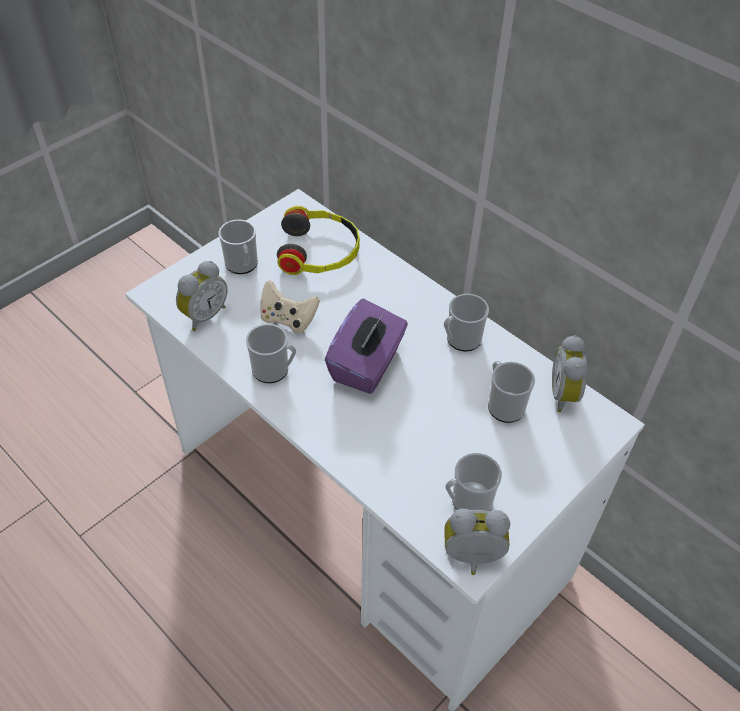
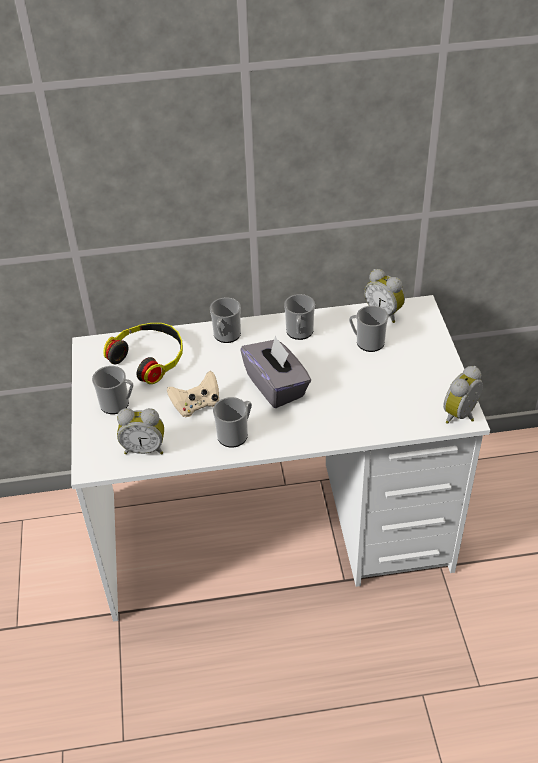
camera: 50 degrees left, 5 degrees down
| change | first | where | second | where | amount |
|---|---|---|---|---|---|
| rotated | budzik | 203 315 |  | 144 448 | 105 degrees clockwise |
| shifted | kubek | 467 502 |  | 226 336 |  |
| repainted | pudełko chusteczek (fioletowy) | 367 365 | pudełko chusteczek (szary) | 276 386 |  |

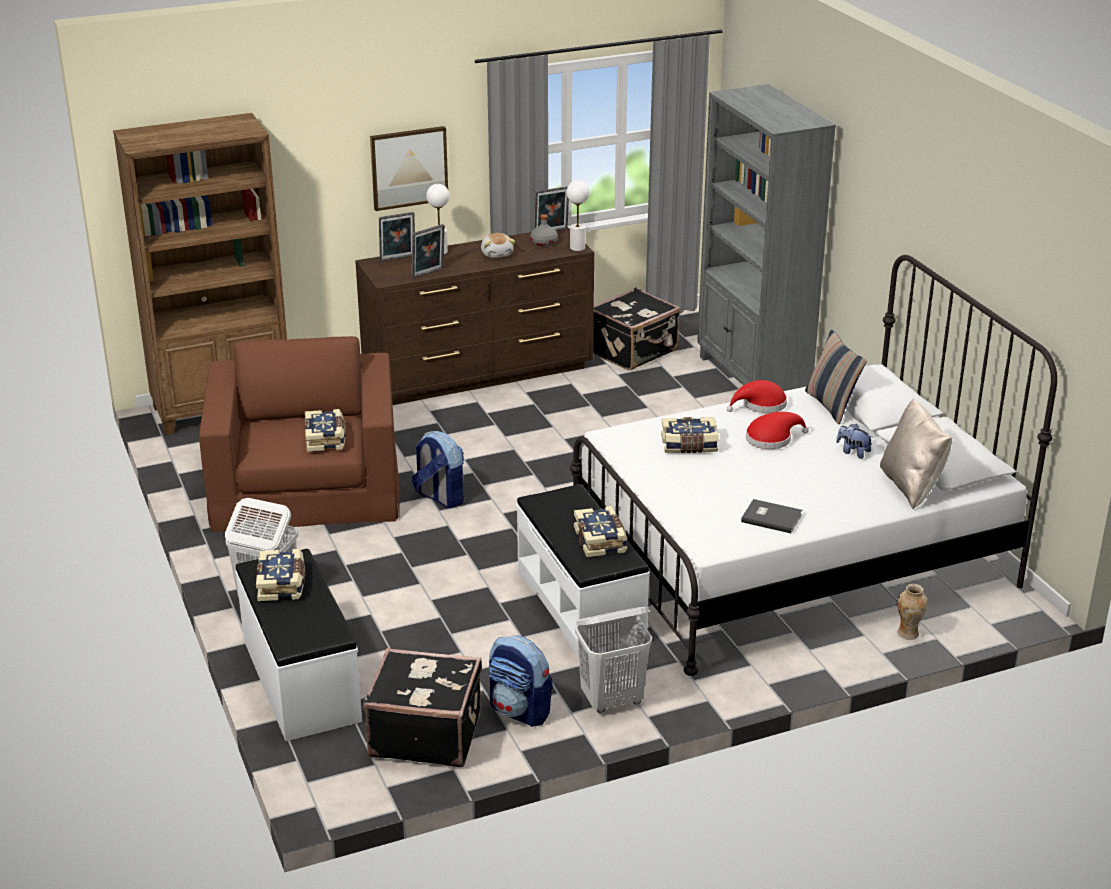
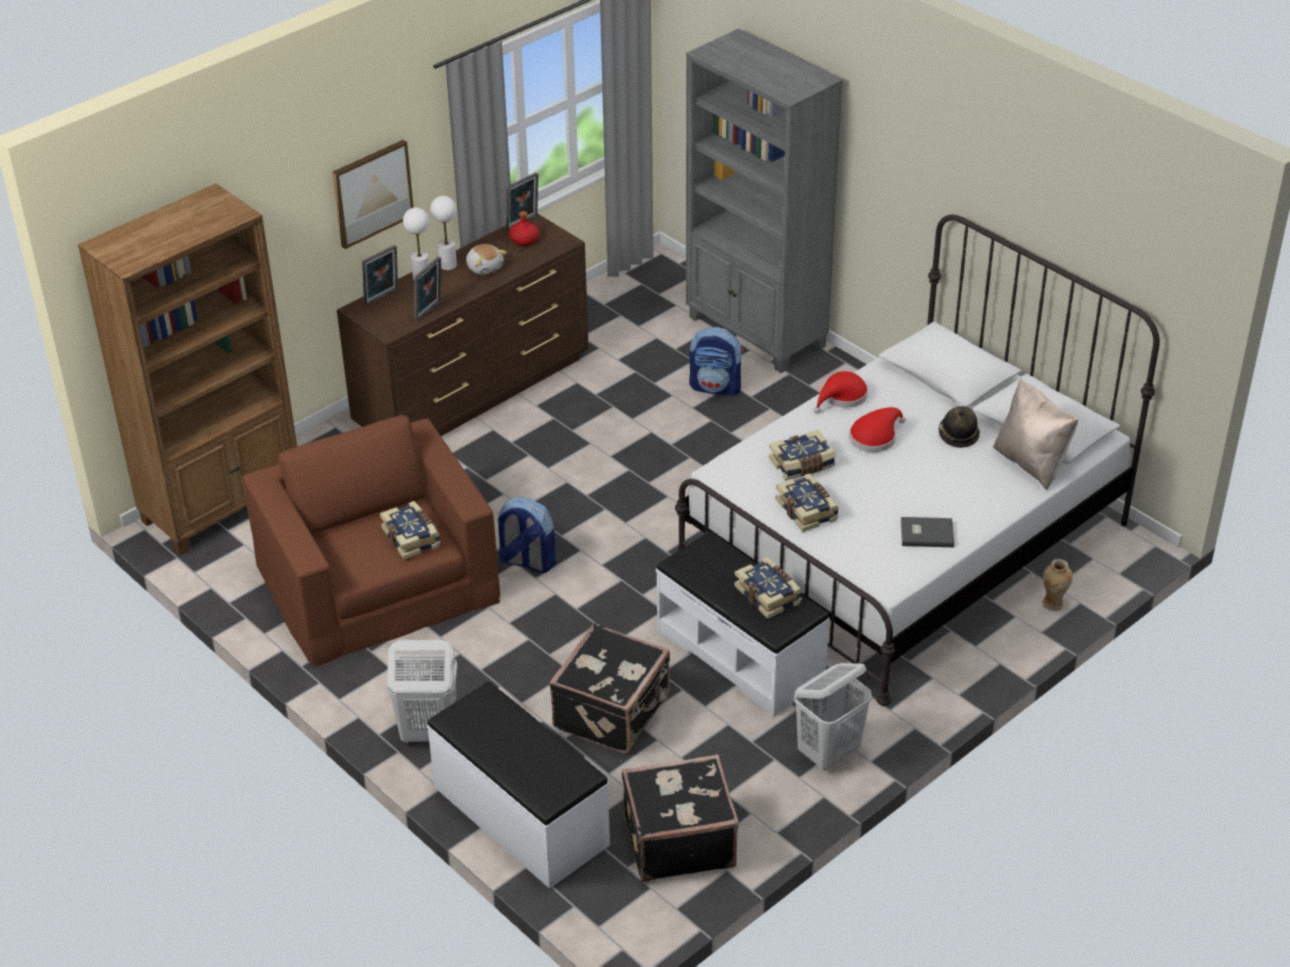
camera: 20 degrees left, 10 degrees up
| change | first | where | second | where | amount |
|---|---|---|---|---|---|
| shifted | lampa stołowa (biały) | 577 248 |  | 448 265 |  |
| repainted | butelka (szary) | 544 242 | butelka (czerwony) | 525 240 |  |
| shifted | walizka (czarny) | 634 352 |  | 613 712 |  |
| shifted | plecak | 520 711 |  | 716 387 |  |
| shifted | książka | 282 584 |  | 807 510 |  |
| swapped | pluszak | 853 452 | kapelusz | 958 435 |  |
| gone | poduszka | 831 406 |  |  |  |

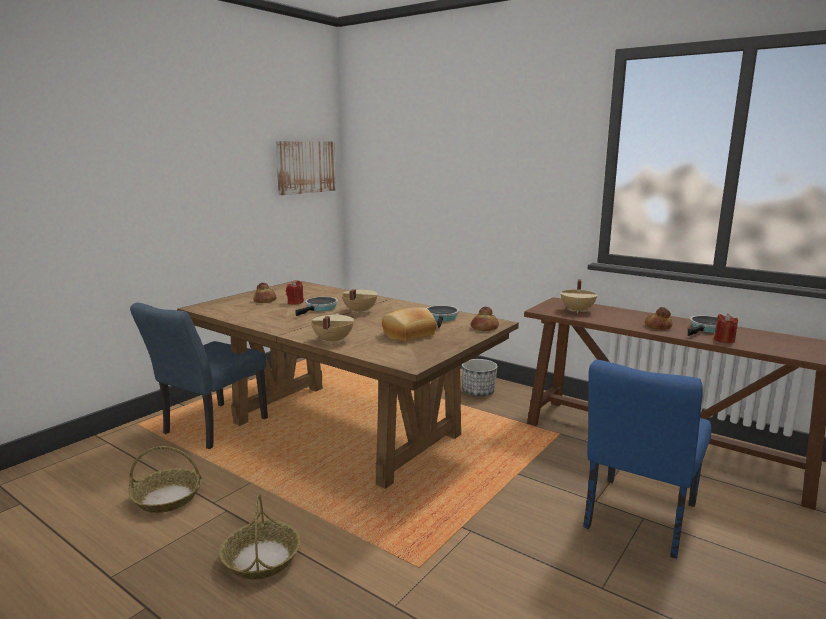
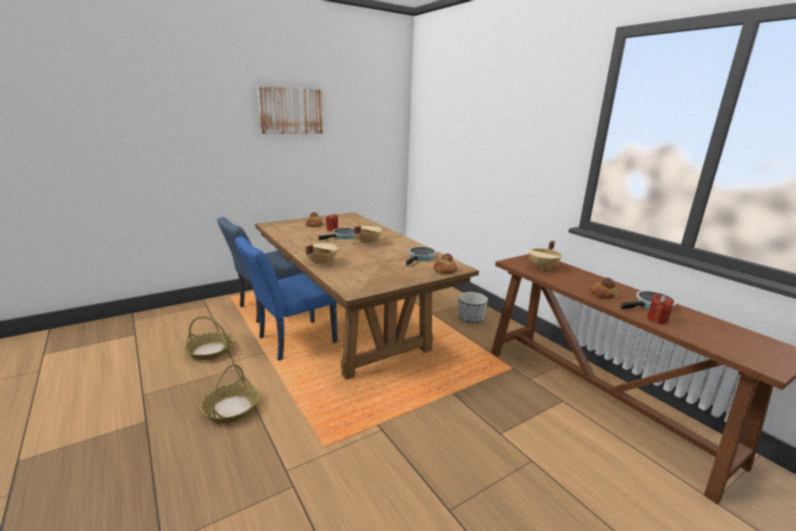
camera: 20 degrees right, 5 degrees up
| change | first | where | second | where | amount |
|---|---|---|---|---|---|
| shifted | krzesło (niebieski) | 636 521 |  | 291 341 |  |
| shifted | obraz | 306 167 |  | 291 111 |  |
| gone | chleb | 409 335 |  |  |  |

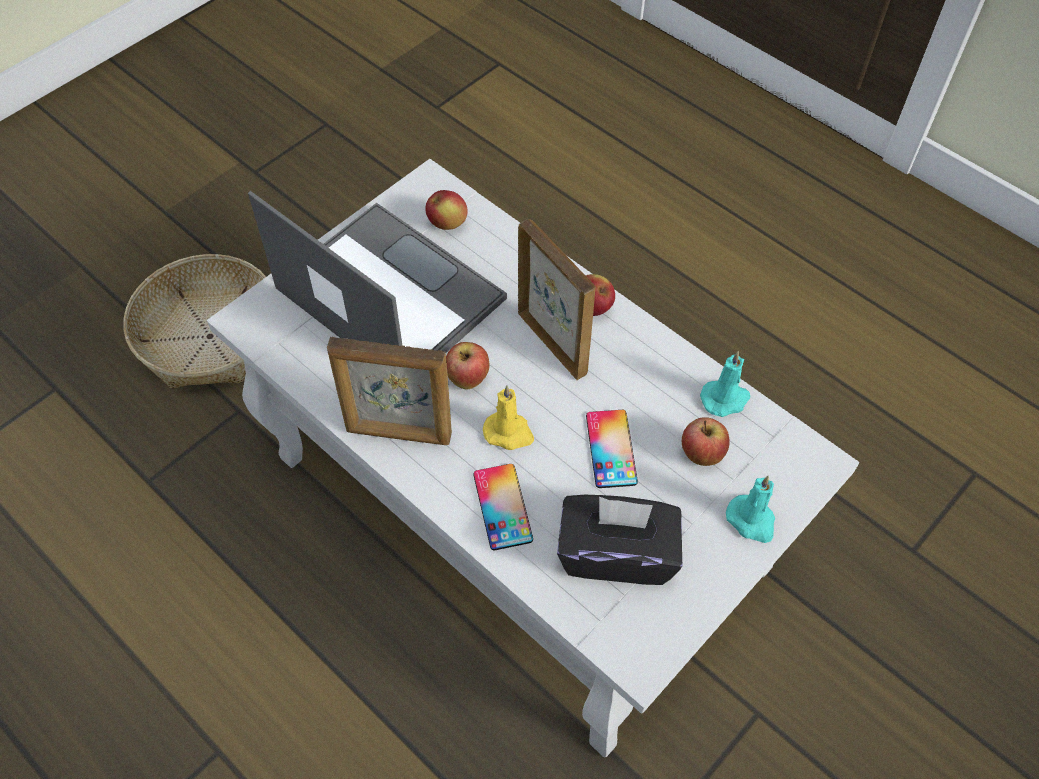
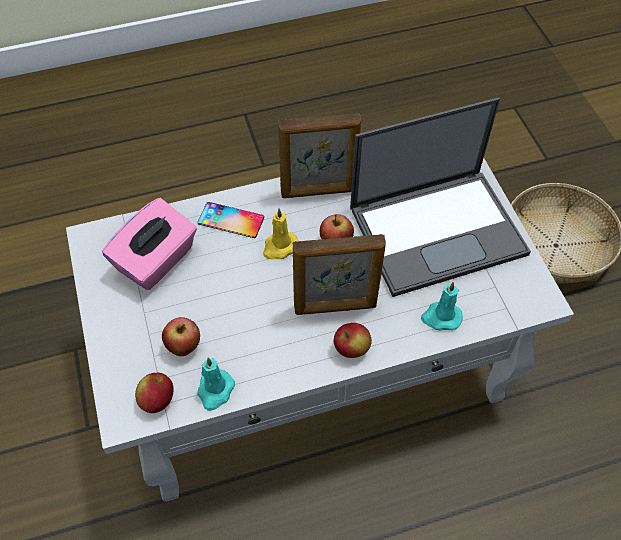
camera: 120 degrees right, 0 degrees up
| change | first | where | second | where | amount |
|---|---|---|---|---|---|
| repainted | pudełko chusteczek (czarny) | 616 554 | pudełko chusteczek (różowy) | 157 260 |  |
| shifted | jabłko | 447 223 |  | 157 400 |  |
| rotated | ramka na zdjęcie | 399 433 |  | 318 192 | 135 degrees counterclockwise |
| shifted | świeca (turkusowy) | 752 520 |  | 441 317 |  |
| gone | telefon | 611 449 |  |  |  |

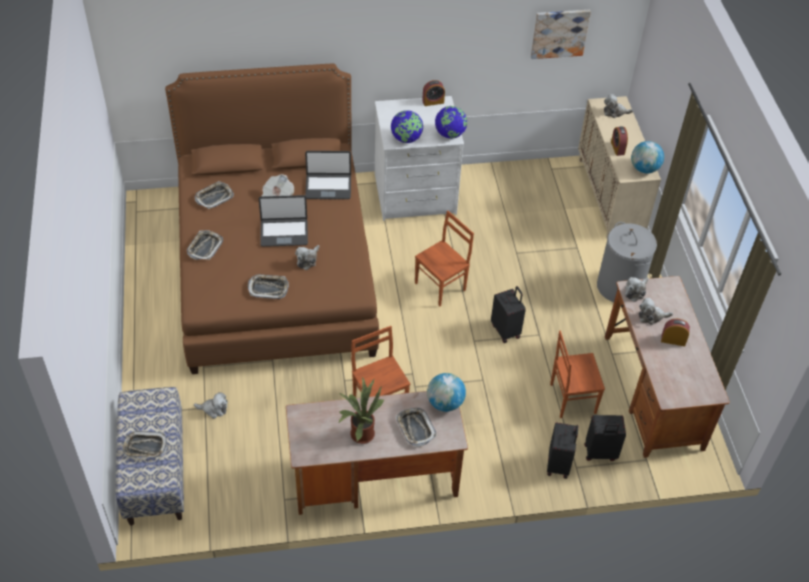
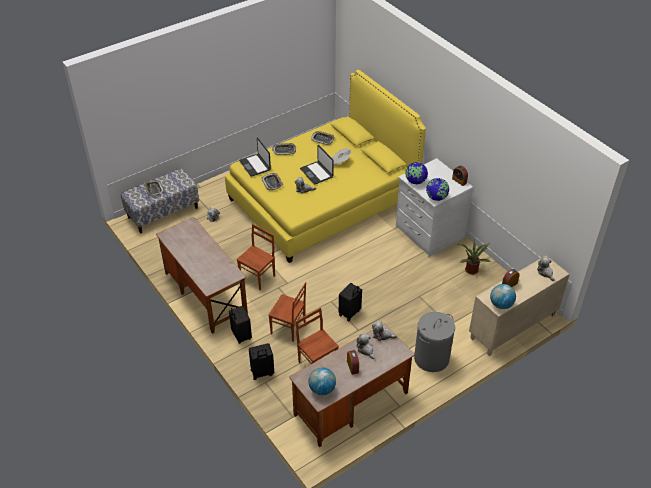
camera: 65 degrees right, 5 degrees down
| change | first | where | second | where | amount |
|---|---|---|---|---|---|
| repainted | łóżko (brązowy) | 275 268 | łóżko (żółty) | 323 199 |  |
| shifted | walizka (czarny) | 600 453 |  | 241 336 |  |
| shifted | laptop | 328 187 |  | 255 165 |  |
| shifted | krzesło (brązowy) | 441 287 |  | 288 328 |  |
| shifted | globus | 445 403 |  | 322 389 |  |
| shifted | roślina doniczkowa | 360 433 |  | 471 269 |  |
| gone | taca | 415 428 |  |  |  |
| gone | obraz | 559 33 |  |  |  |

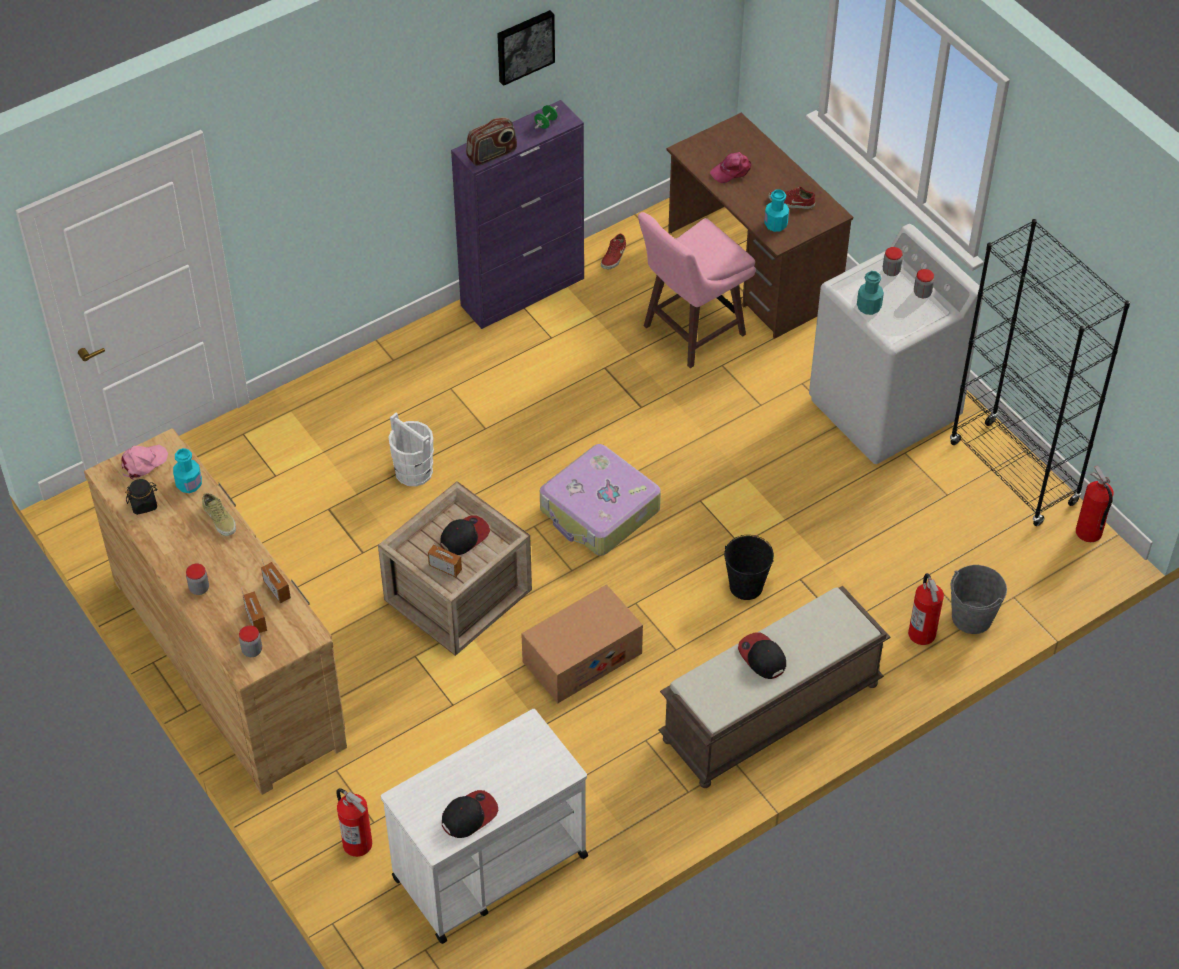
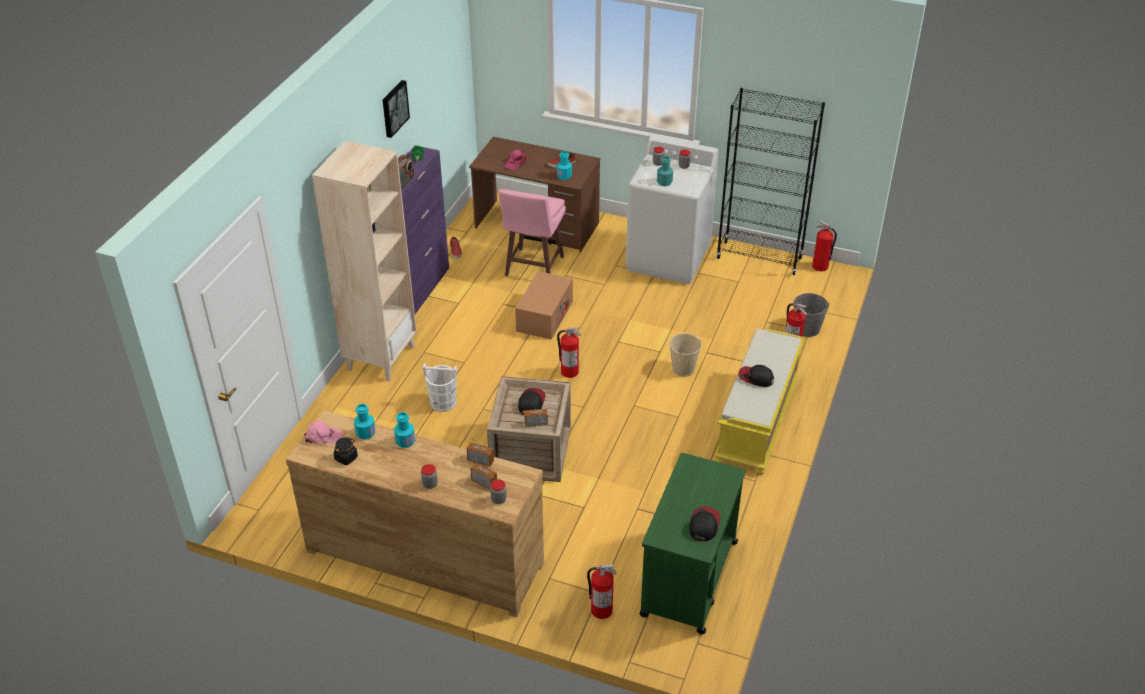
camera: 35 degrees left, 10 degrees down
| change | first | where | second | where | amount |
|---|---|---|---|---|---|
| rotated | czapka z daszkiem (różowy) | 143 463 |  | 323 436 | 75 degrees clockwise |
| new |  |  | regał (beżowy) | 381 357 |  |
| swapped | but (beżowy) | 220 519 | butelka (turkusowy) | 405 441 |  |
| shifted | karton | 582 657 |  | 544 316 |  |
| swapped | walizka | 599 511 | gaśnica | 569 372 |  |
| repainted | wózek (biały) | 488 867 | wózek (zielony) | 688 579 |  |
| repainted | wiadro (czarny) | 746 586 | wiadro (beżowy) | 683 369 |  |
| repainted | ławka (brązowy) | 770 714 | ławka (żółty) | 758 421 |  |

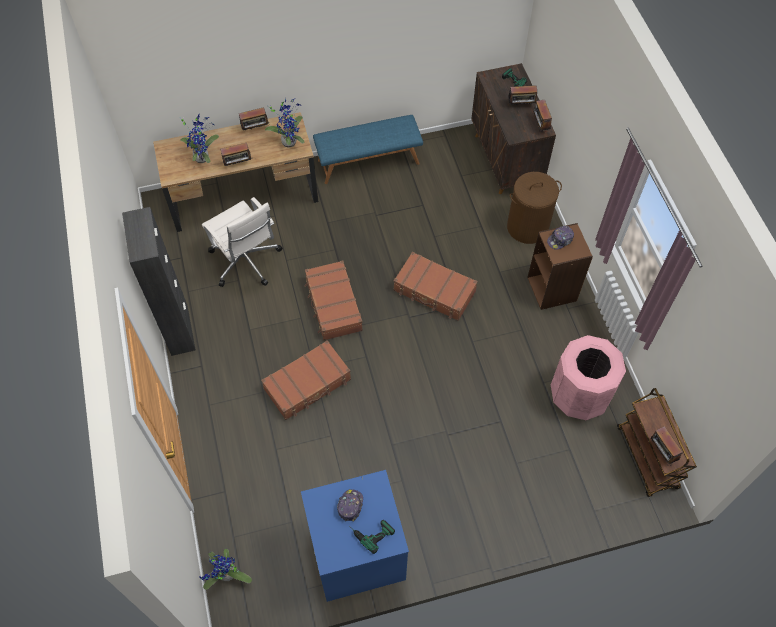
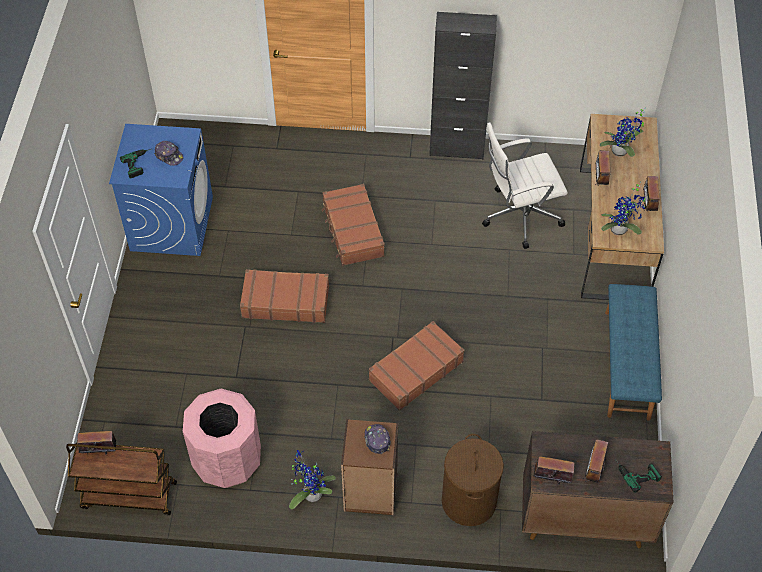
camera: 110 degrees right, 5 degrees down
| change | first | where | second | where | amount |
|---|---|---|---|---|---|
| shifted | walizka (brązowy) | 333 305 |  | 285 301 |  |
| shifted | roślina doniczkowa | 227 575 |  | 311 493 |  |

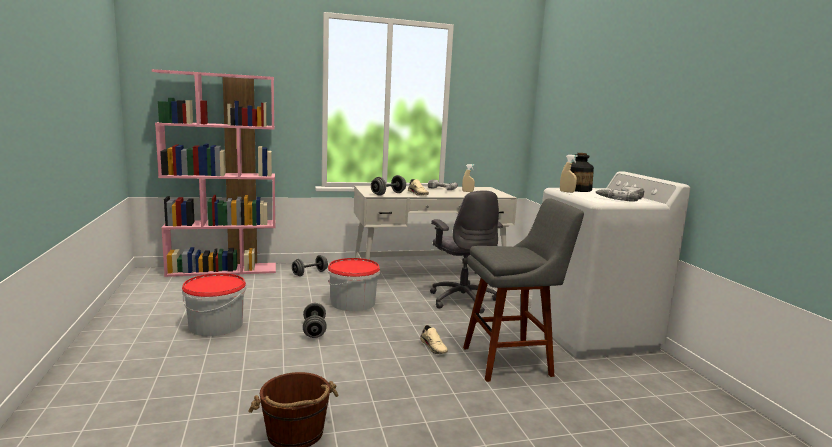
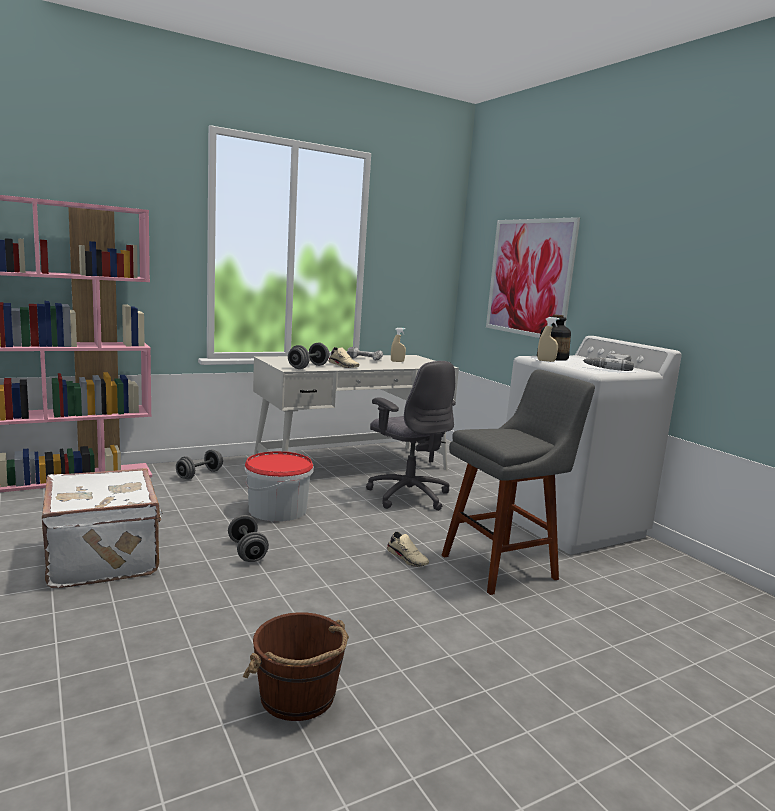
camera: 15 degrees left, 0 degrees up
| change | first | where | second | where | amount |
|---|---|---|---|---|---|
| swapped | wiadro | 216 325 | walizka (biały) | 105 557 |  |
| new |  |  | obraz | 529 277 |  |

